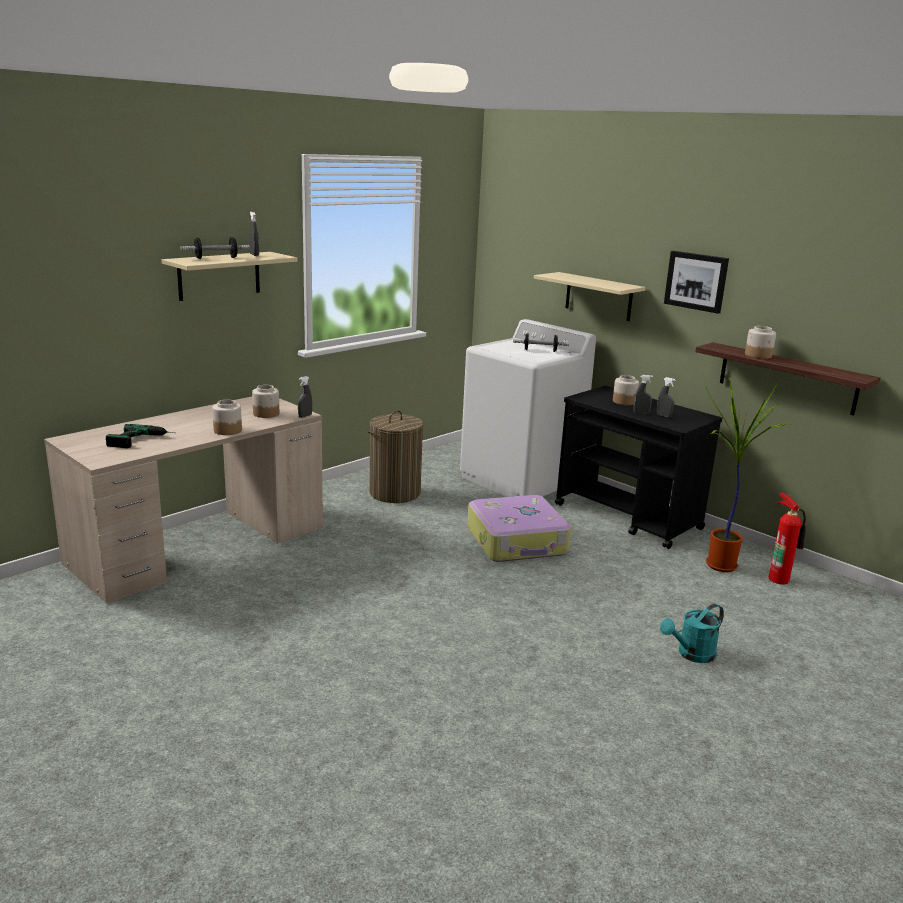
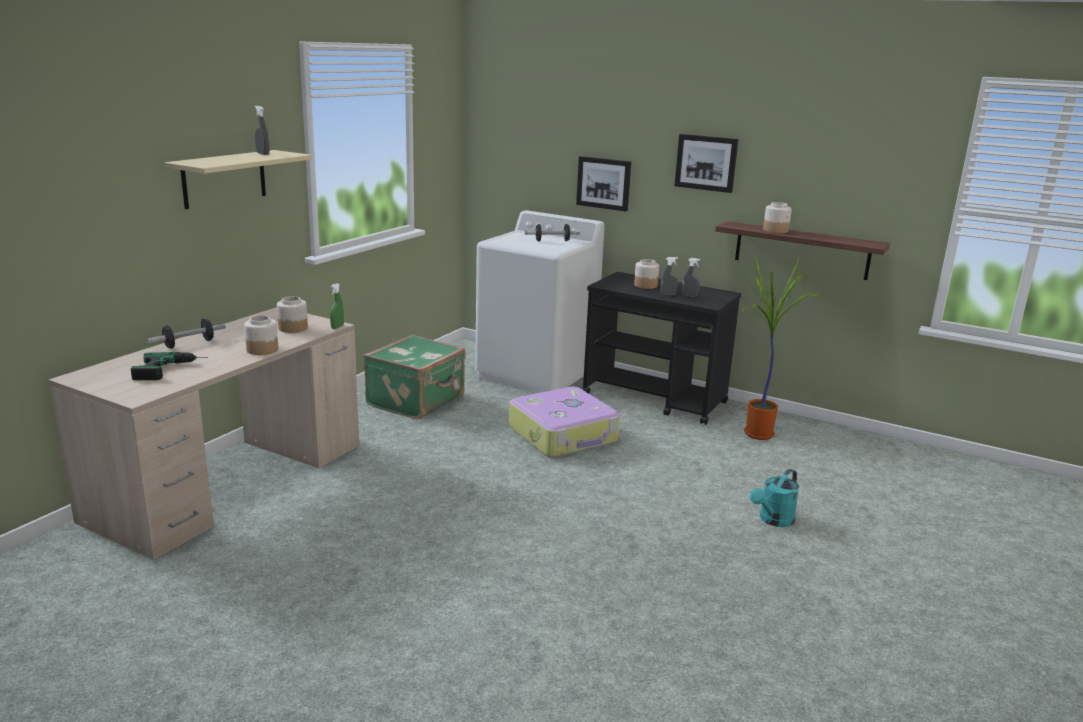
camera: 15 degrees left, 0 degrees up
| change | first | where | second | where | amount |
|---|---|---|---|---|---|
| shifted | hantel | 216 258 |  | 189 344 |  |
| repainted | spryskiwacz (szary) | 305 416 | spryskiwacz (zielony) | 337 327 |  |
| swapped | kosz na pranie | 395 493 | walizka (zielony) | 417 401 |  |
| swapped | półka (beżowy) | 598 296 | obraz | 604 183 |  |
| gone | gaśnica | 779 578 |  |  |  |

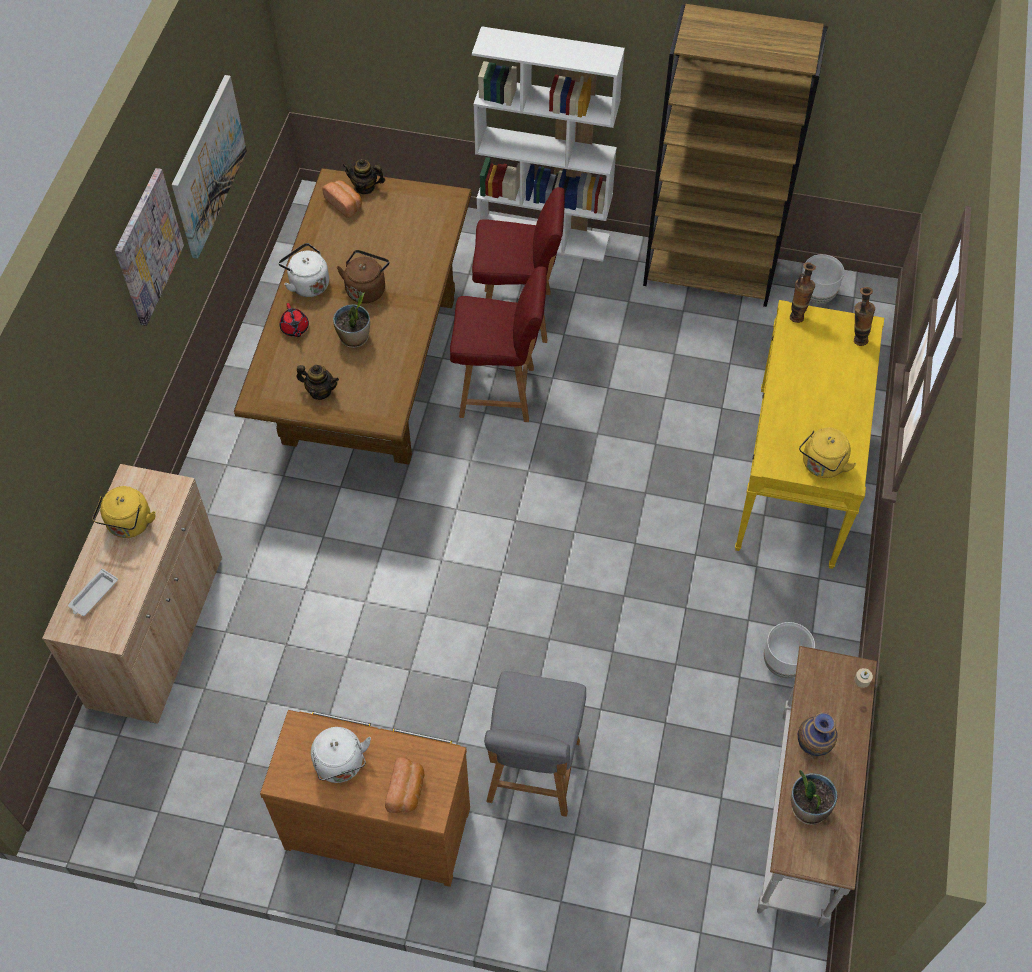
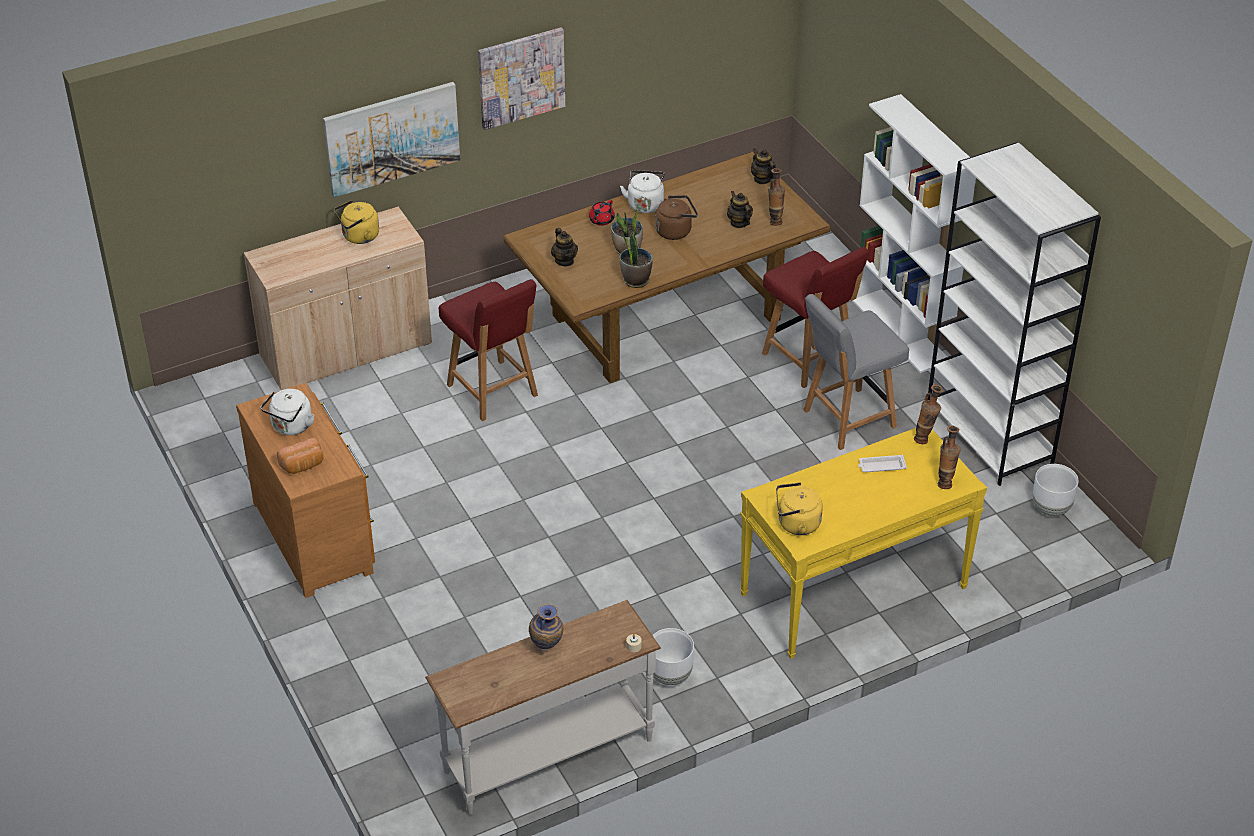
camera: 50 degrees right, 15 degrees down
| change | first | where | second | where | amount |
|---|---|---|---|---|---|
| shifted | obraz | 208 166 |  | 392 138 |  |
| shifted | krzesło (czerwony) | 499 392 |  | 493 392 |  |
| shifted | roślina doniczkowa | 808 808 |  | 635 280 |  |
| new |  |  | imbryk | 739 223 |  |
| new |  |  | wazon | 775 221 |  |
| shifted | krzesło (szary) | 532 774 |  | 847 419 |  |
| shifted | taca (biały) | 93 595 |  | 881 466 |  |
| repainted | regał (brązowy) | 710 272 | regał (biały) | 990 436 |  |
| gone | chleb | 345 204 |  |  |  |

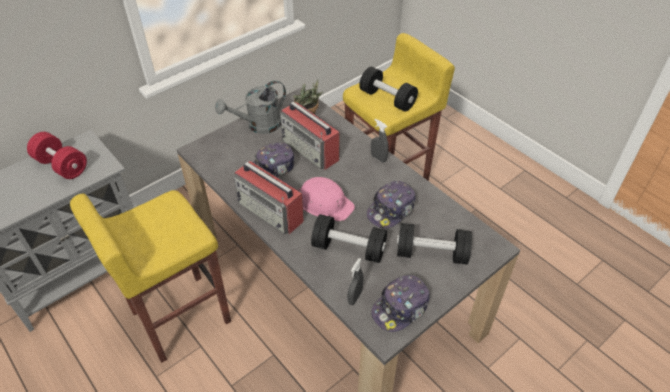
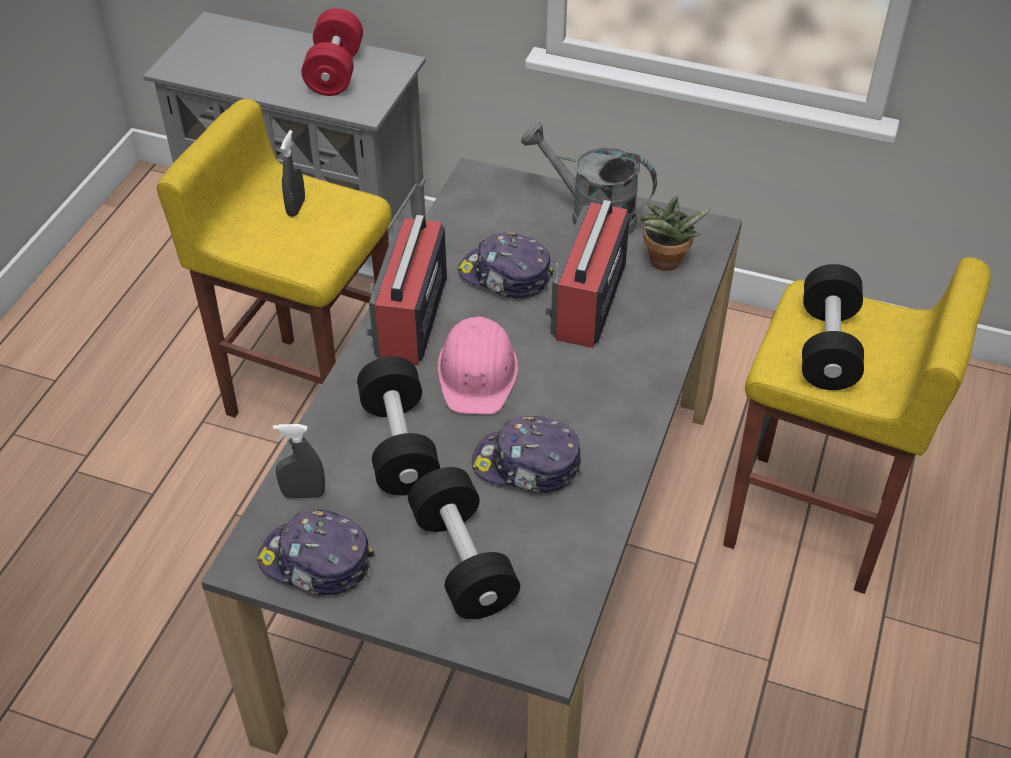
camera: 60 degrees right, 0 degrees up
| change | first | where | second | where | amount |
|---|---|---|---|---|---|
| shifted | spryskiwacz (szary) | 378 158 |  | 296 207 |  |

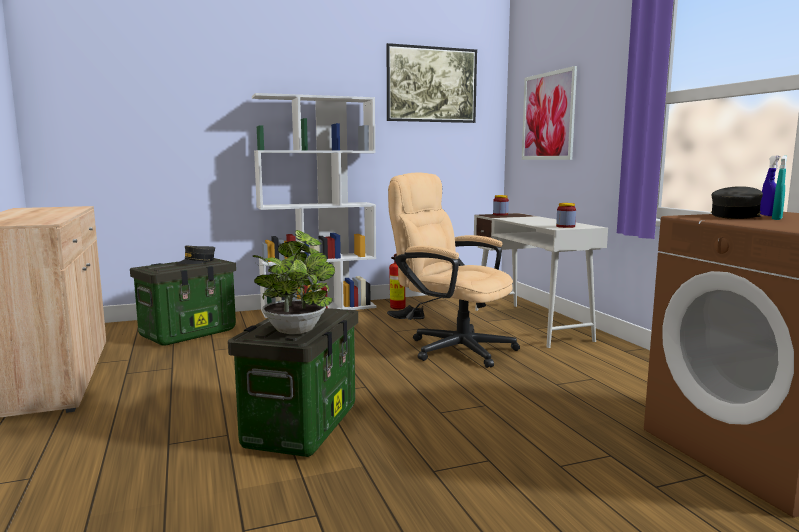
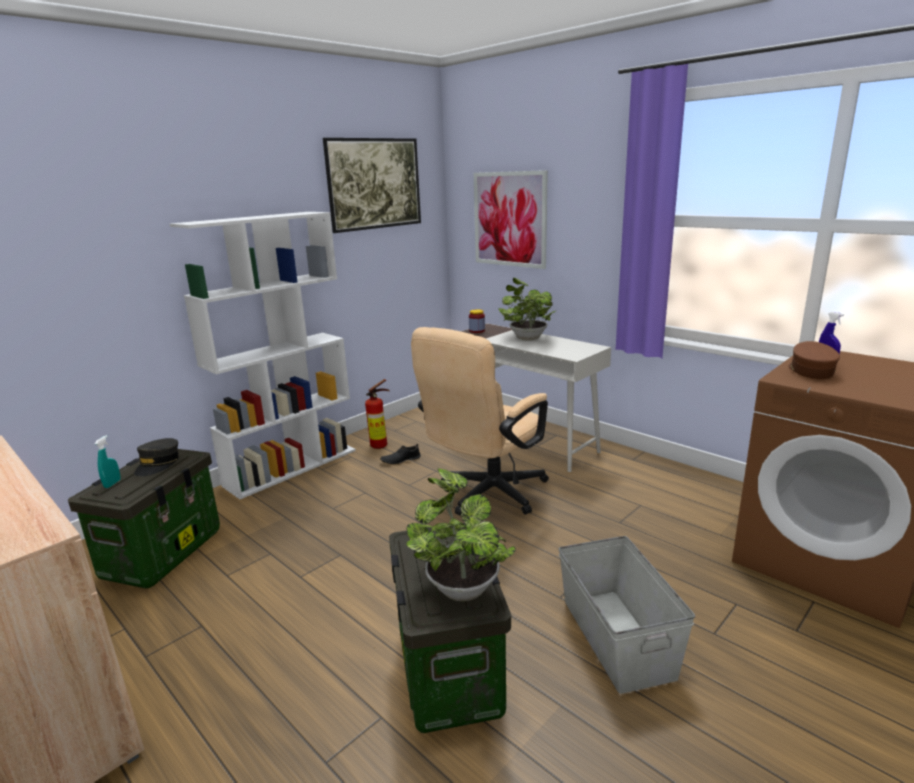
camera: 25 degrees left, 10 degrees up
| change | first | where | second | where | amount |
|---|---|---|---|---|---|
| shifted | spryskiwacz (turkusowy) | 777 219 |  | 112 484 |  |
| rotated | krzesło biurowe (beżowy) | 452 347 |  | 486 495 | 60 degrees counterclockwise |
| new |  |  | roślina doniczkowa | 526 337 |  |
| new |  |  | pojemnik do przechowywania (szary) | 616 638 |  |
| repainted | czapka z daszkiem (szary) | 735 216 | czapka z daszkiem (brązowy) | 810 370 |  |
| gone | słoik | 565 226 |  |  |  |

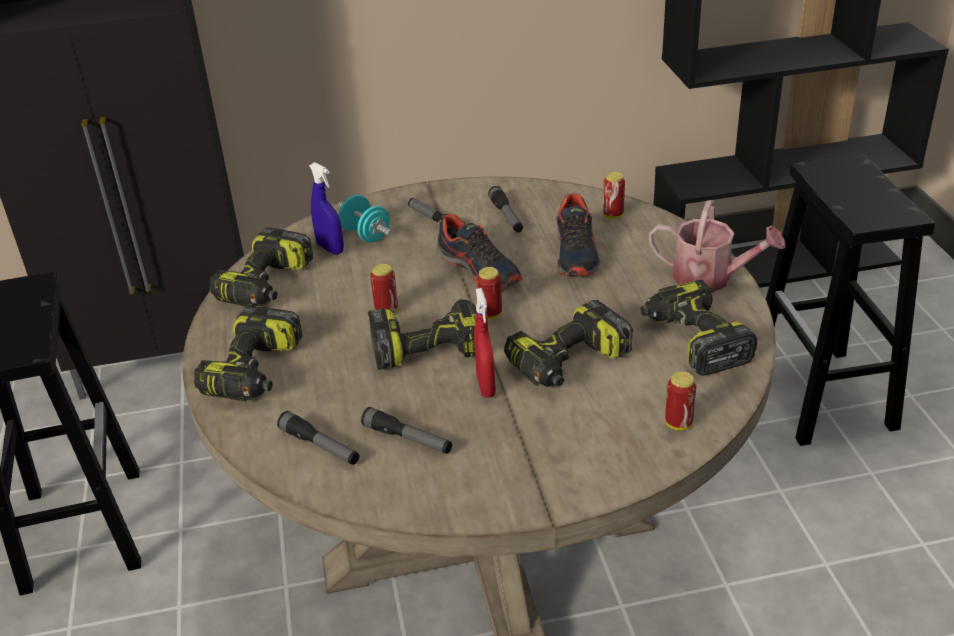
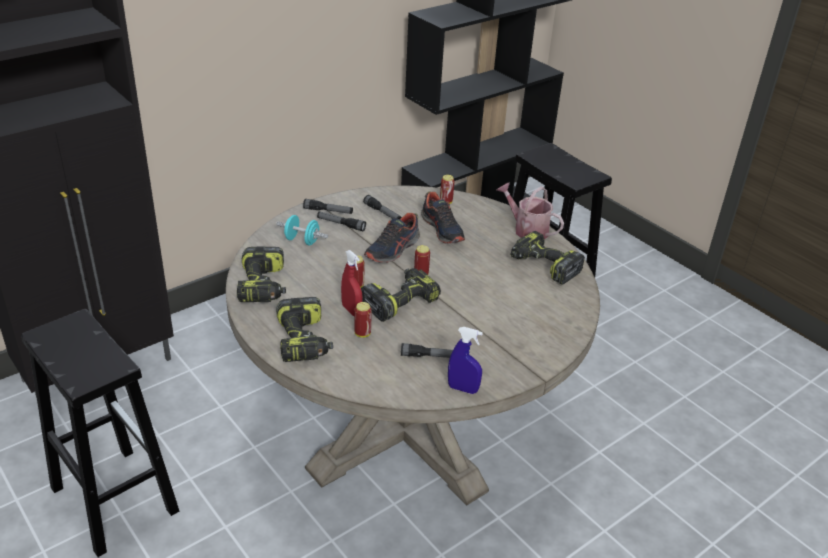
camera: 30 degrees left, 0 degrees up
| change | first | where | second | where | amount |
|---|---|---|---|---|---|
| shifted | latarka | 320 446 |  | 328 211 |  |
| shifted | spryskiwacz (czerwony) | 486 386 |  | 351 310 |  |
| shifted | puszka | 678 424 |  | 362 334 |  |
| rotated | but | 479 270 |  | 393 249 | 105 degrees clockwise |
| shifted | spryskiwacz (niebieski) | 330 248 |  | 463 389 |  |
| rotated | konewka | 710 278 |  | 527 229 | 135 degrees counterclockwise |
| gone | wiertarka | 569 363 |  |  |  |

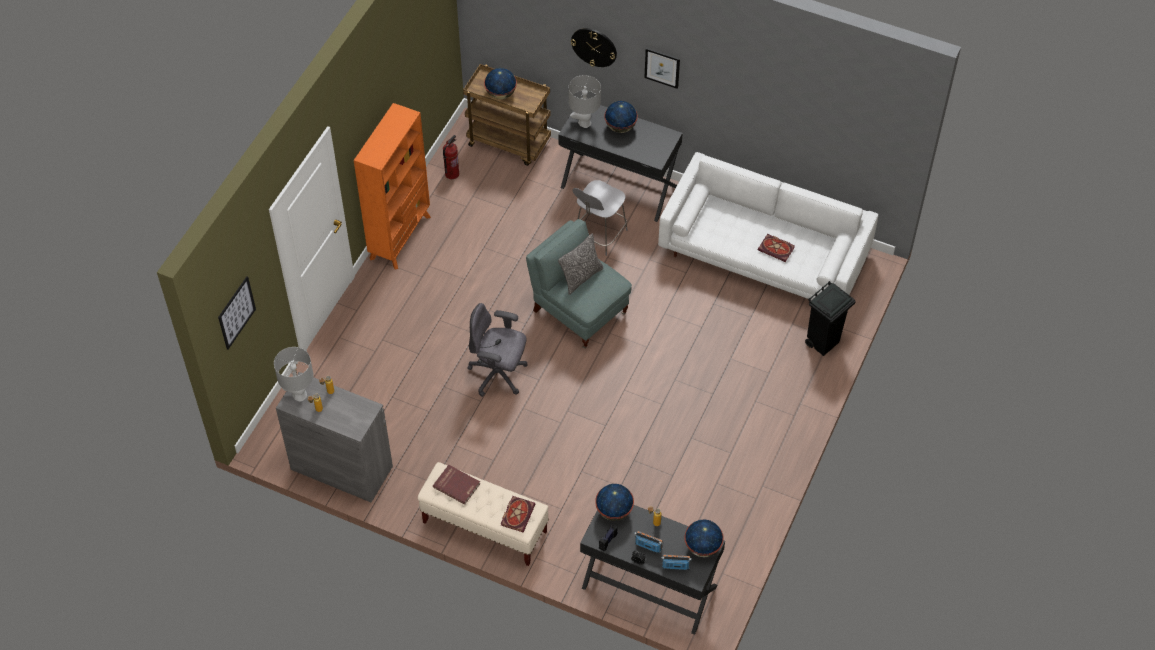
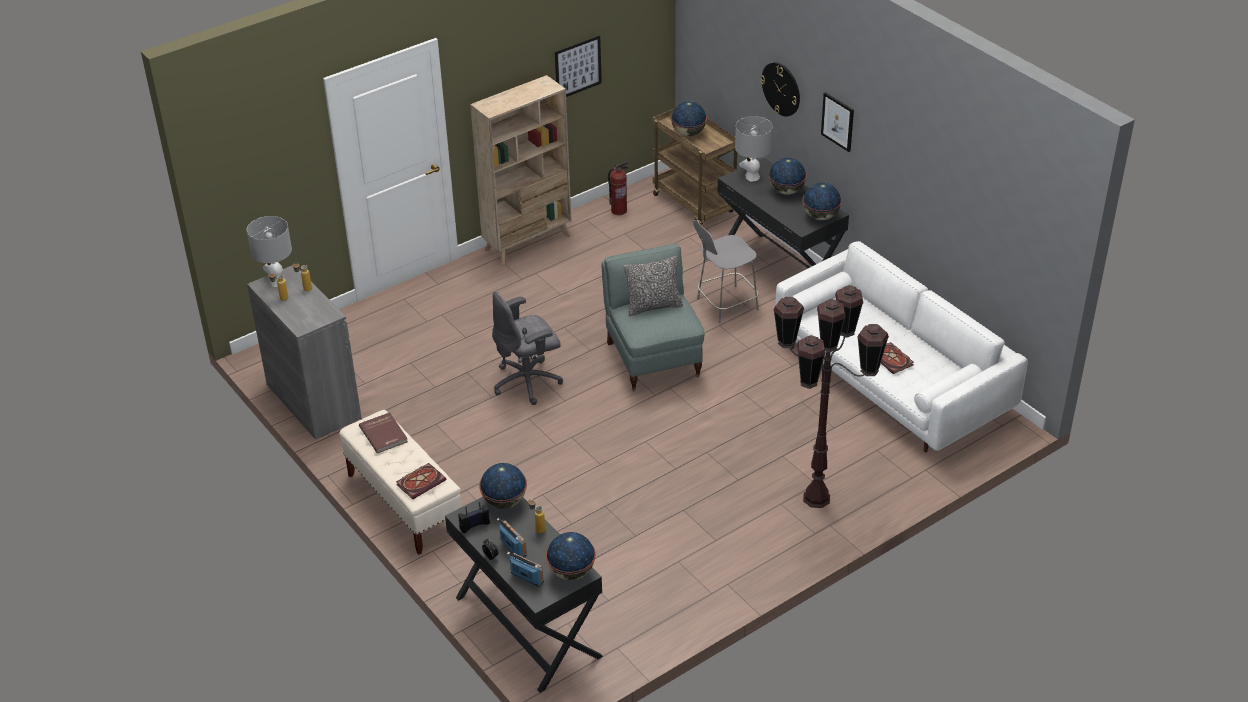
camera: 30 degrees right, 15 degrees down
| change | first | where | second | where | amount |
|---|---|---|---|---|---|
| repainted | regał (pomarańczowy) | 400 237 | regał (beżowy) | 528 242 |  |
| rotated | krzesło biurowe (szary) | 498 375 |  | 528 382 | 75 degrees counterclockwise |
| shifted | obraz | 236 312 |  | 578 67 |  |
| new |  |  | lampa stojąca (brązowy) | 817 498 |  |
| new |  |  | globus | 820 216 |  |
| gone | kosz na śmieci (czarny) | 823 342 |  |  |  |

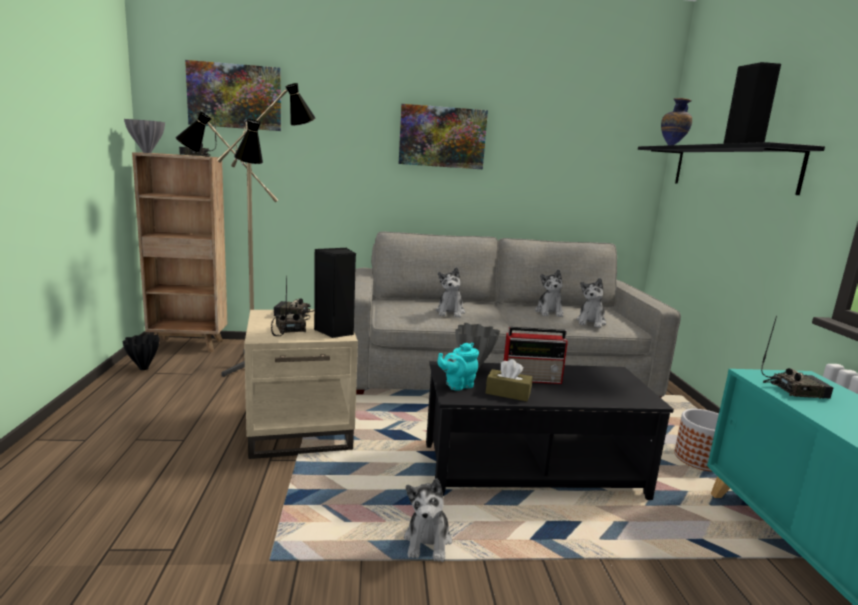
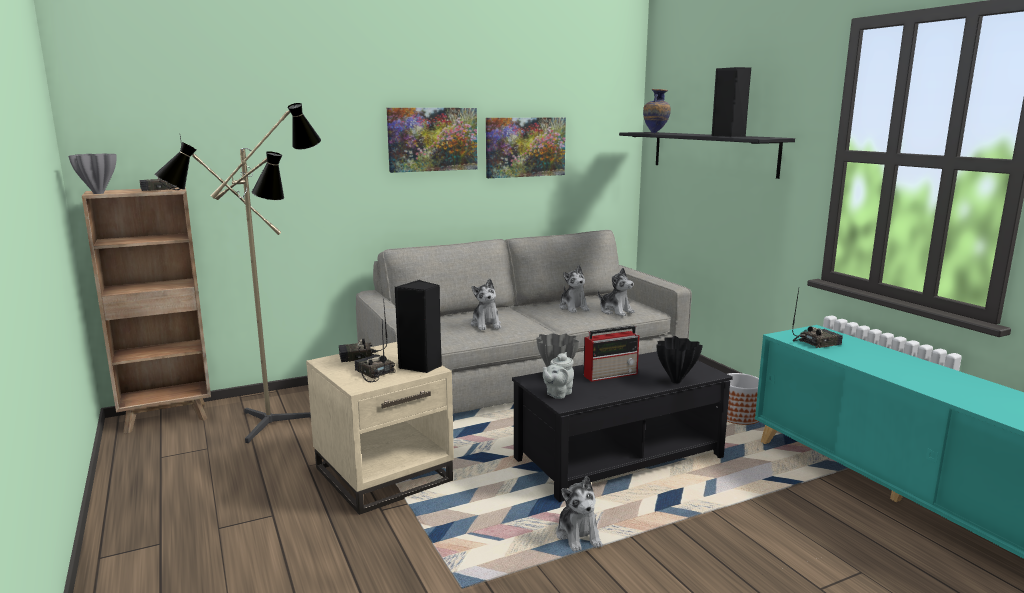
camera: 20 degrees left, 0 degrees up
| change | first | where | second | where | amount |
|---|---|---|---|---|---|
| shifted | obraz | 235 96 |  | 525 147 |  |
| repainted | imbryk (turkusowy) | 457 385 | imbryk (szary) | 557 394 |  |
| rotated | pluszak | 591 322 |  | 615 311 | 45 degrees counterclockwise |
| shifted | wazon (czarny) | 143 369 |  | 676 381 |  |
| gone | pudełko chusteczek (brązowy) | 508 393 |  |  |  |

